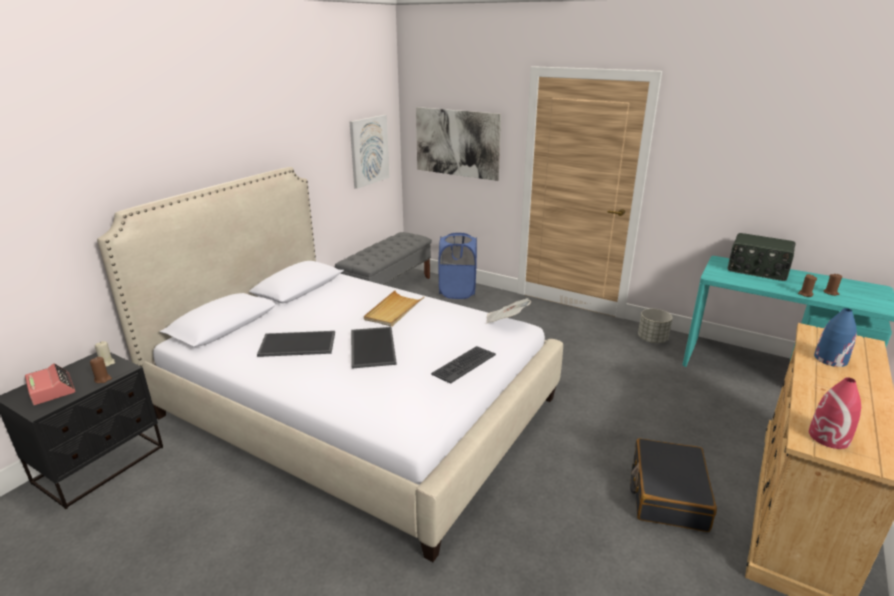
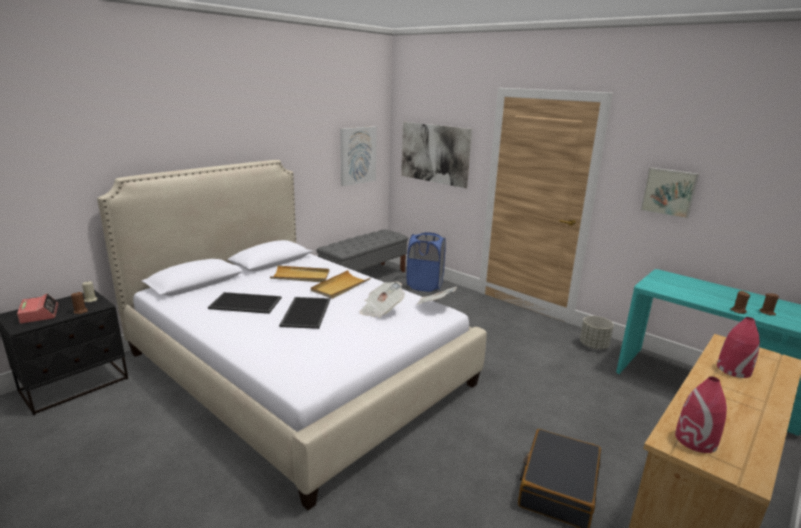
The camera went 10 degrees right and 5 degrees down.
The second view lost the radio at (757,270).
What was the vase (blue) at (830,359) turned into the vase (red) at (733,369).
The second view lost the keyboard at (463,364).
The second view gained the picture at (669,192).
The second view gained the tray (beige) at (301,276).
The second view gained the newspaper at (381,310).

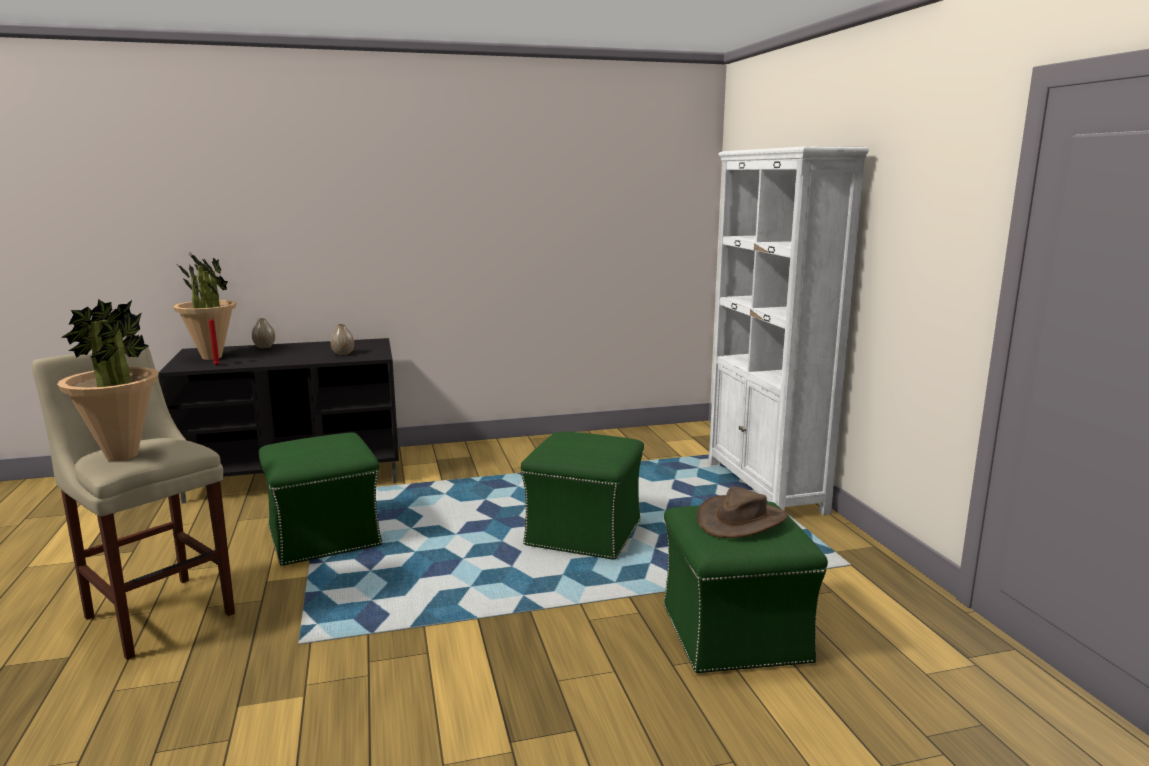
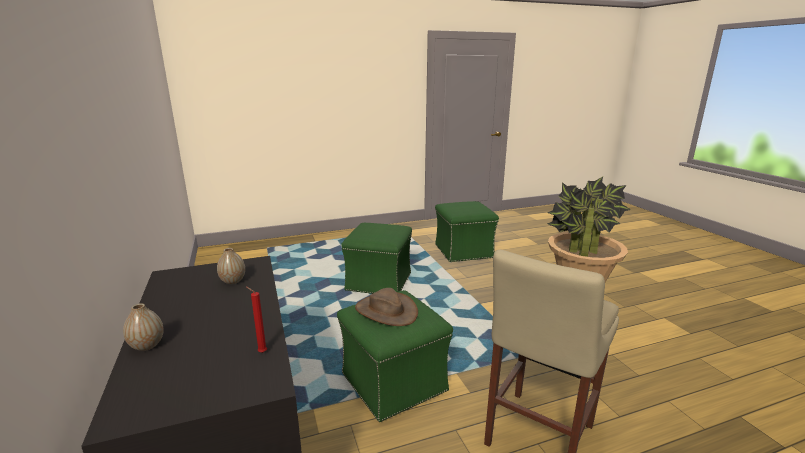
The camera went 95 degrees left and 5 degrees up.
The second view lost the bookcase (white) at (765,487).
The second view lost the potted plant at (212,357).
The hat (brown) ended up elsewhere, having gone from (741,520) to (386,311).

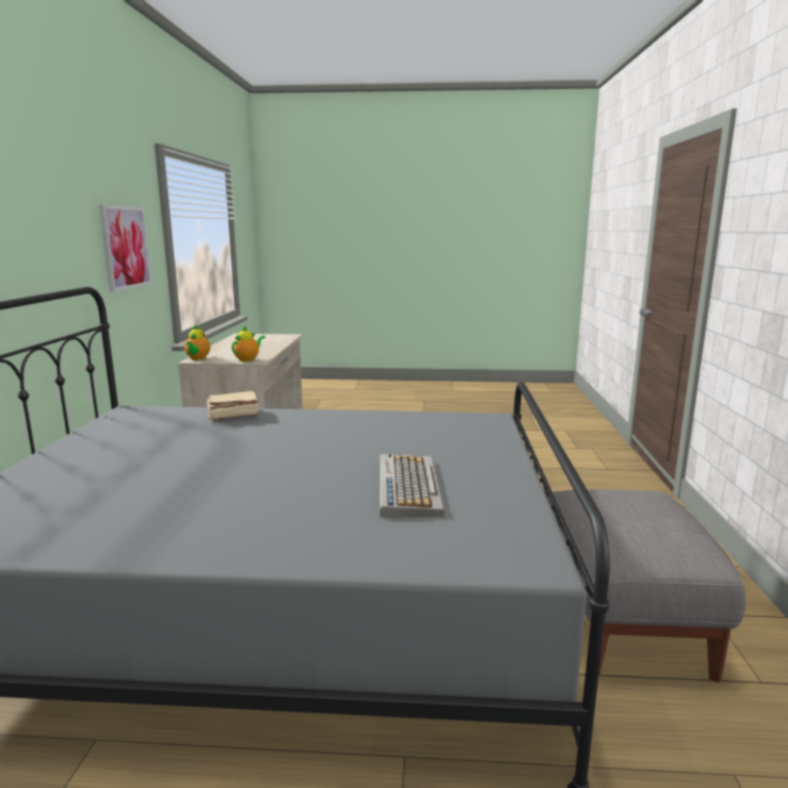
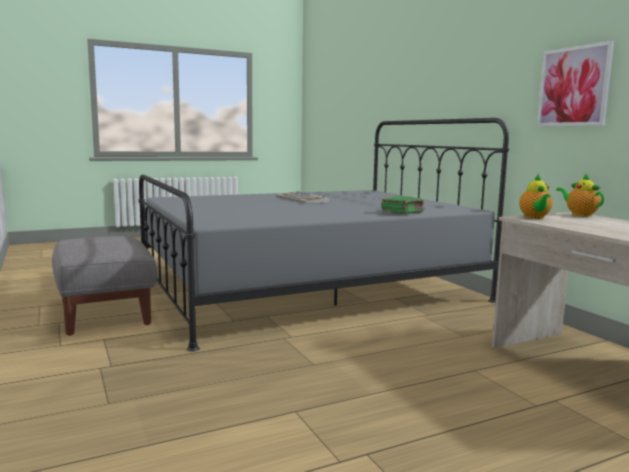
The camera went 150 degrees right and 5 degrees down.
What was the book (beige) at (232,415) turned into the book (green) at (402,212).
The keyboard ended up elsewhere, having gone from (407,486) to (302,199).

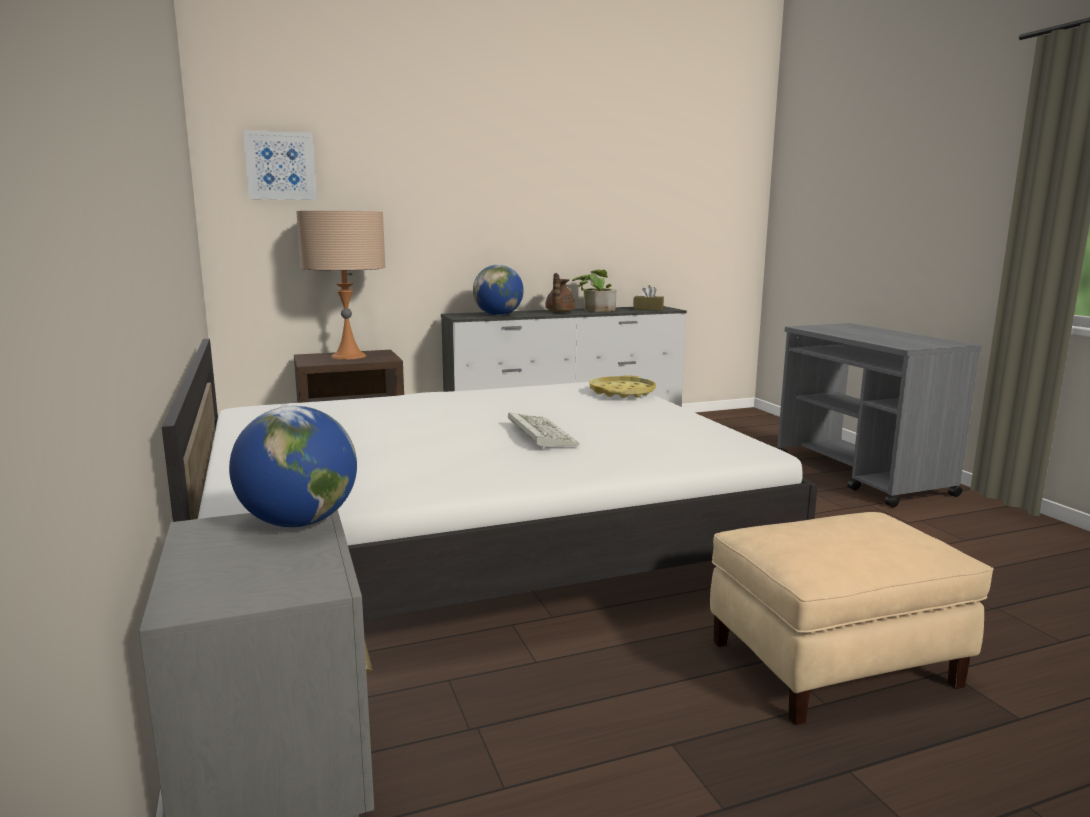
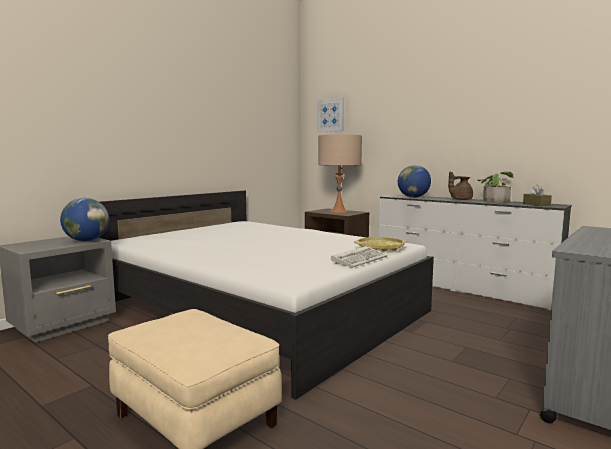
The camera went 60 degrees right and 5 degrees down.
The keyboard ended up elsewhere, having gone from (539,434) to (359,259).

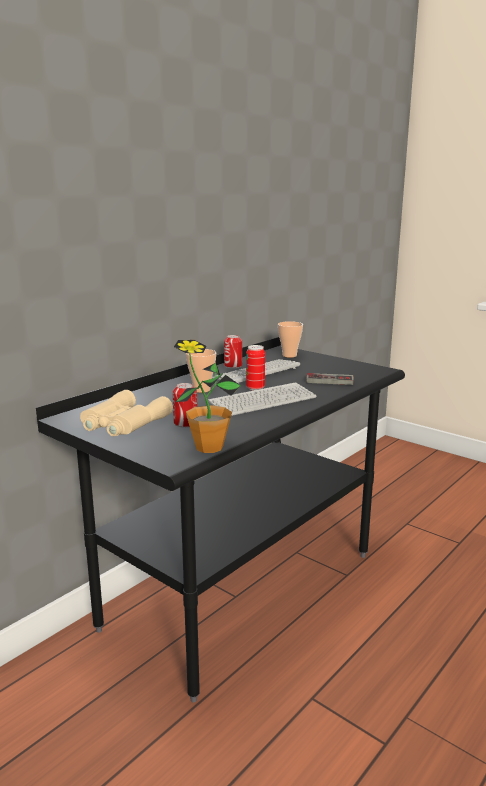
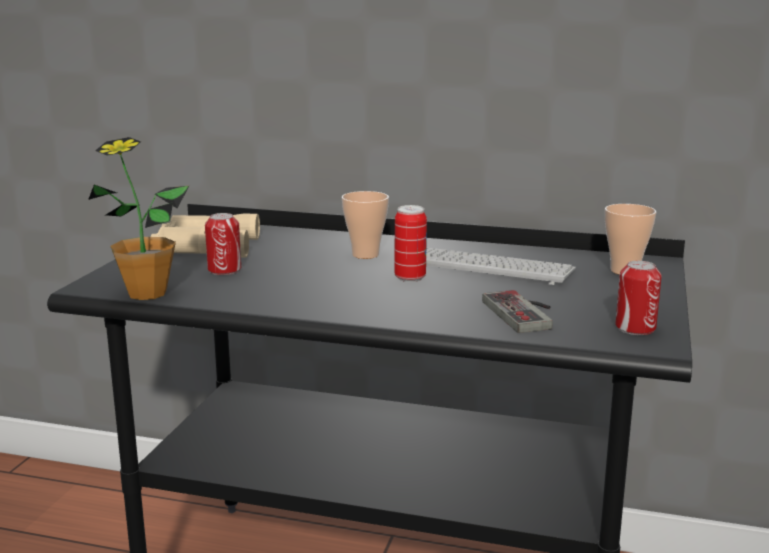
The camera went 65 degrees right and 0 degrees up.
The can ended up elsewhere, having gone from (233,366) to (635,328).
The second view lost the keyboard at (263,401).

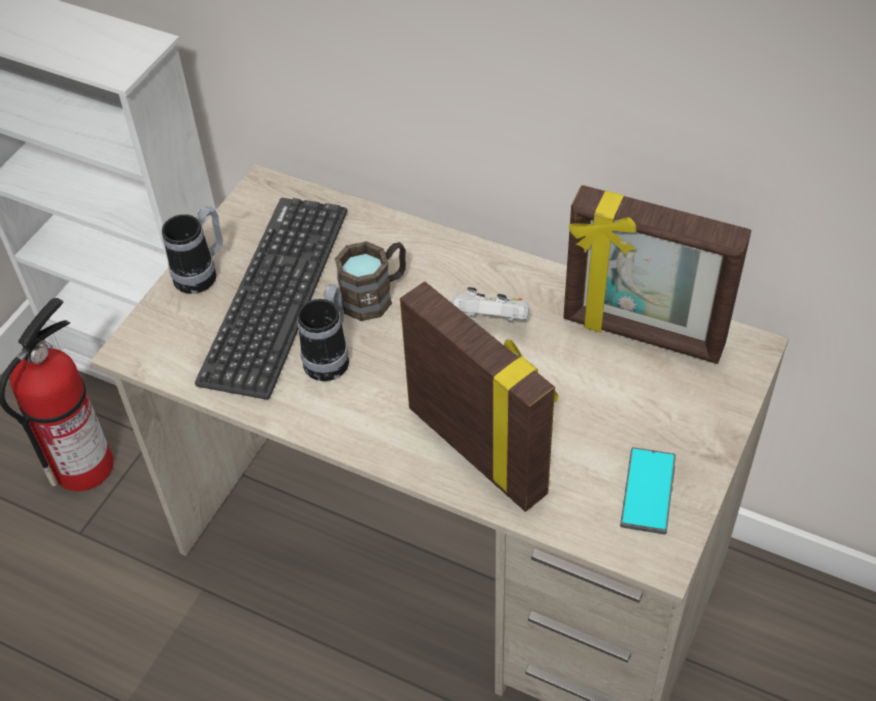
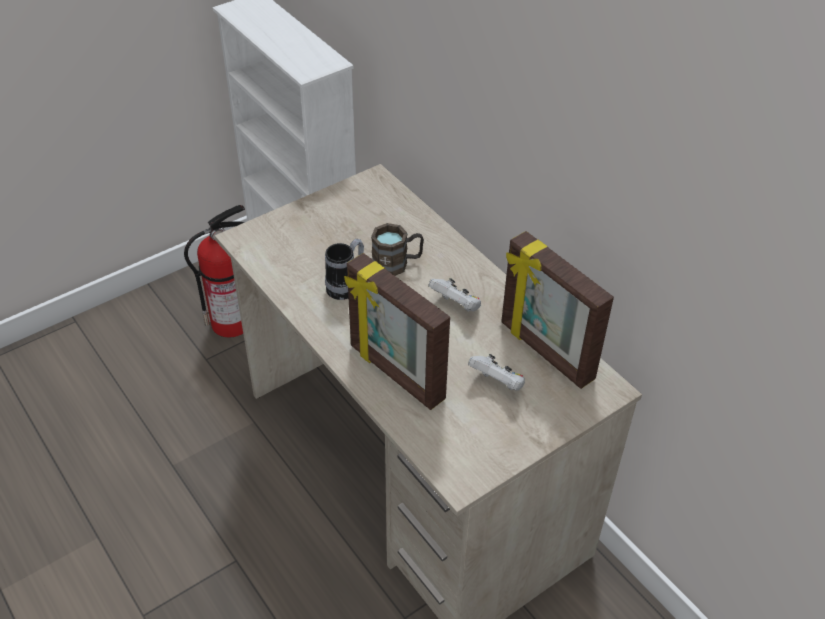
The camera went 25 degrees right and 5 degrees down.
The second view lost the keyboard at (275,294).
The second view lost the mug at (202,274).
The picture frame at (479,449) ended up facing another way, 150 degrees clockwise from before.
The second view lost the phone at (648,491).
The second view gained the game controller (white) at (497,383).

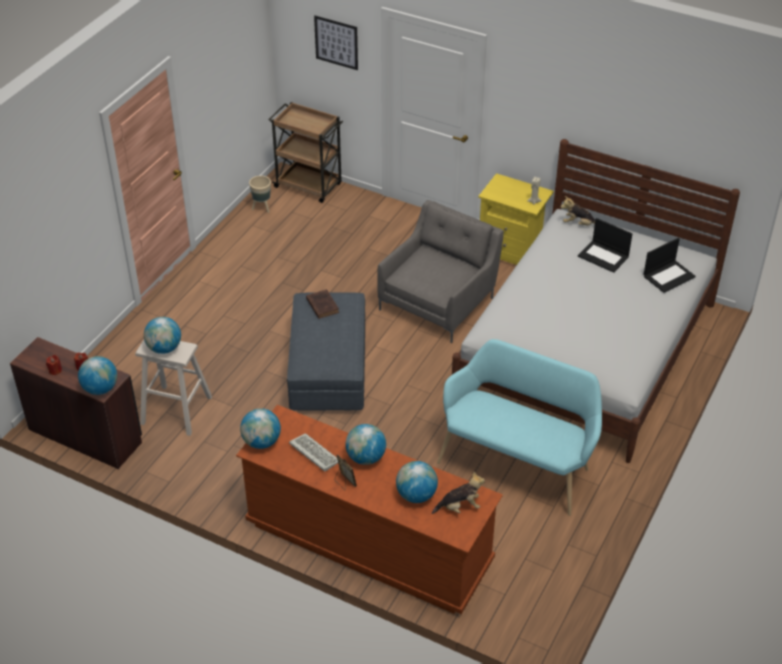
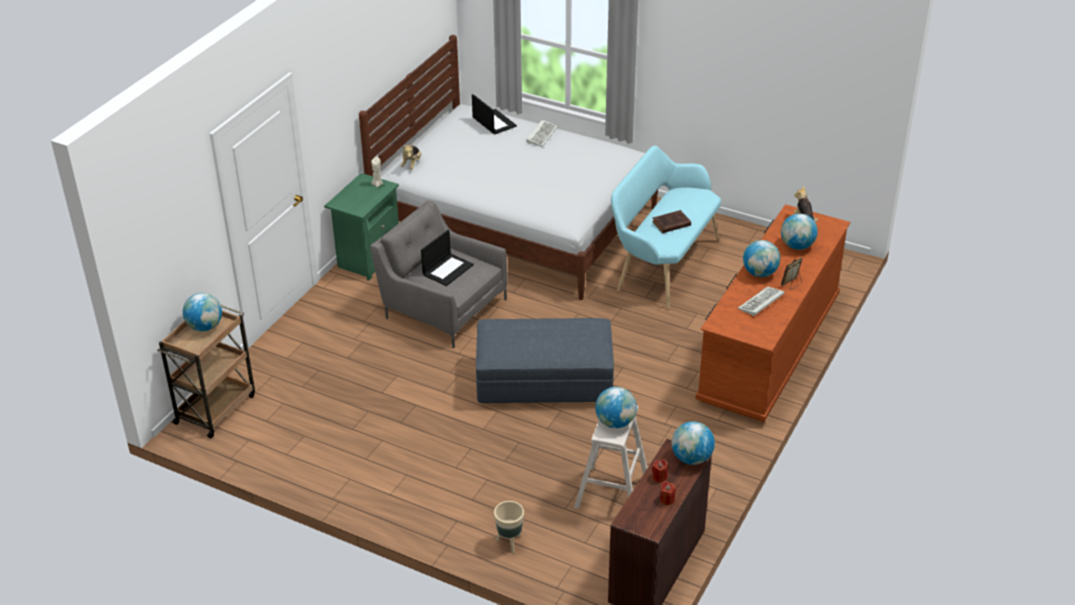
The camera went 90 degrees left and 5 degrees down.
The second view lost the picture at (336,42).
What was the nightstand (yellow) at (512,252) turned into the nightstand (green) at (368,258).
The planter (beige) ended up elsewhere, having gone from (262,208) to (509,543).
The laptop ended up elsewhere, having gone from (604,256) to (448,269).
The book (brown) ended up elsewhere, having gone from (322,305) to (670,224).
The globe ended up elsewhere, having gone from (261,442) to (205,327).
The second view gained the keyboard at (541,134).

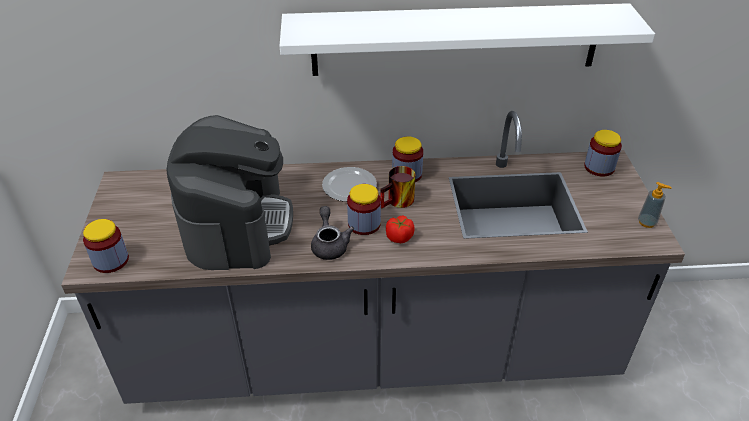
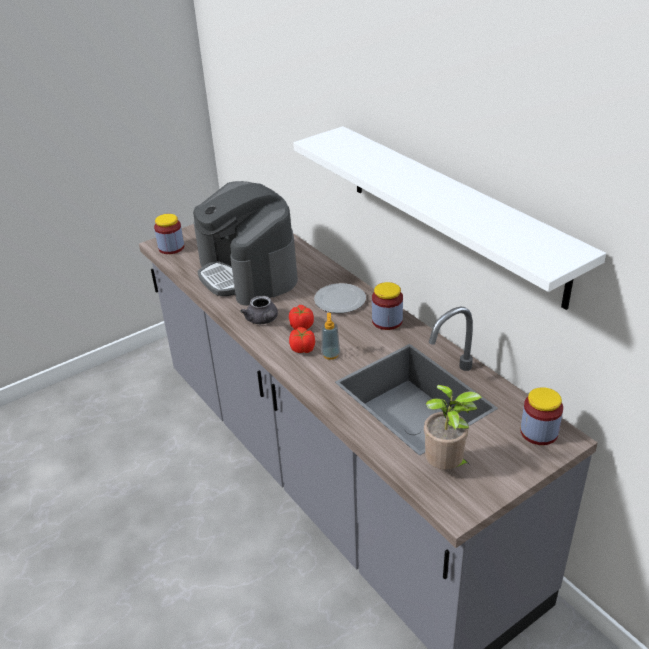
The camera went 60 degrees right and 5 degrees down.
The coffee machine at (237,223) ended up facing another way, 90 degrees clockwise from before.
The second view lost the mug at (399,202).
The soap dispenser ended up elsewhere, having gone from (647,222) to (330,355).
Where the jar stood at (364,224), the tomato came to stand at (301,326).
The teapot (grey) at (329,244) ended up facing another way, 105 degrees clockwise from before.
The second view gained the potted plant at (446,467).

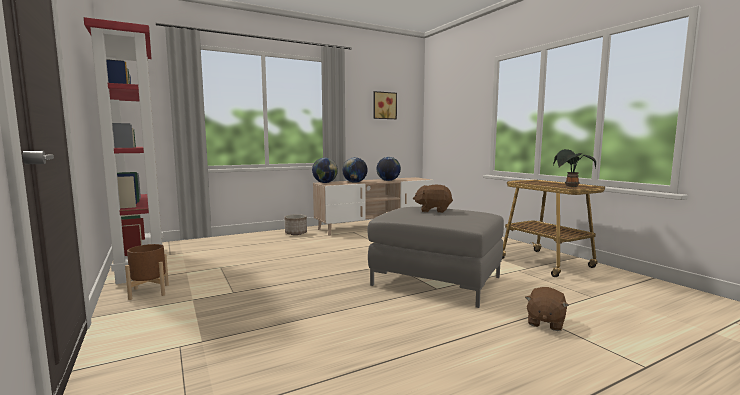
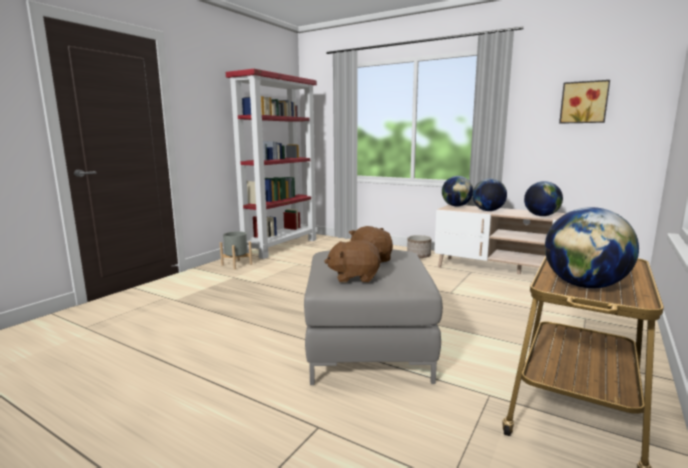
The camera went 60 degrees right and 5 degrees up.
Where the potted plant stood at (571,187), the globe came to stand at (584,285).
What was the planter (brown) at (149,292) turned into the planter (grey) at (236,264).
The plush toy (brown) ended up elsewhere, having gone from (545,322) to (354,277).

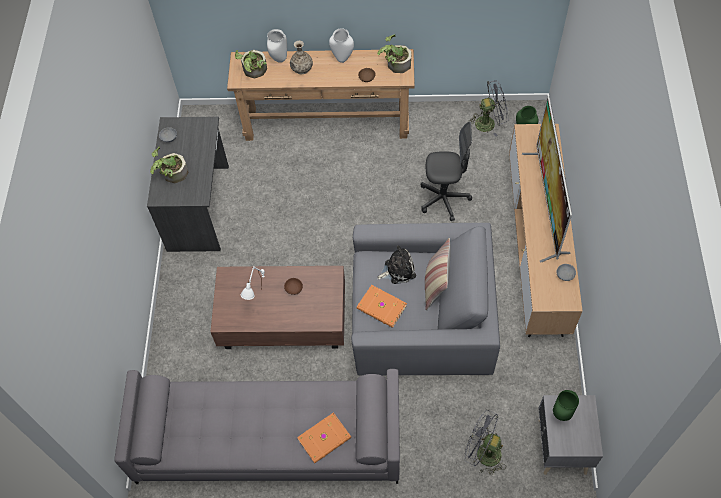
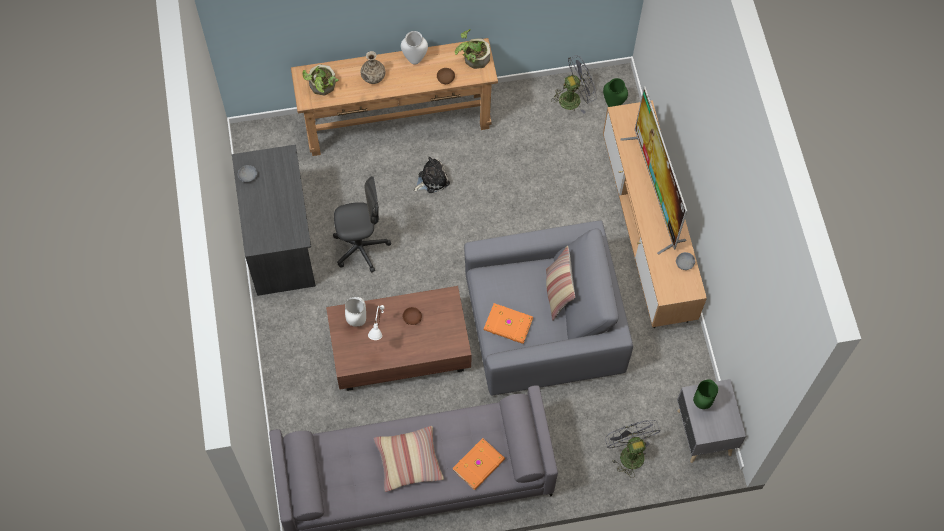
The camera went 15 degrees left and 5 degrees up.
The vase (white) ended up elsewhere, having gone from (279,59) to (357,321).
The office chair (grey) ended up elsewhere, having gone from (444,199) to (361,248).
The second view lost the potted plant at (172,174).
The plush toy ended up elsewhere, having gone from (398,270) to (431,179).
The fan (grey) at (483,453) ended up facing another way, 60 degrees clockwise from before.
The second view gained the pillow at (408,461).

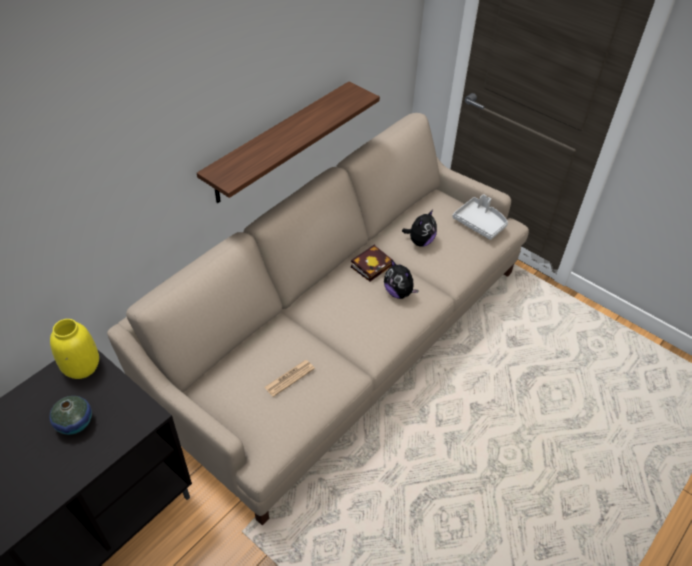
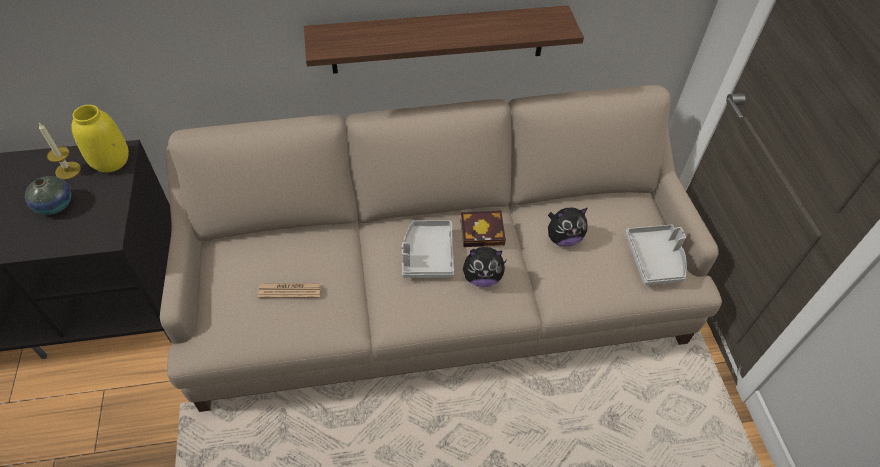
The camera went 40 degrees right and 5 degrees up.
The plush toy at (399,292) ended up facing another way, 90 degrees counterclockwise from before.
The second view gained the candle at (68,170).
The second view gained the tray (grey) at (427,255).

